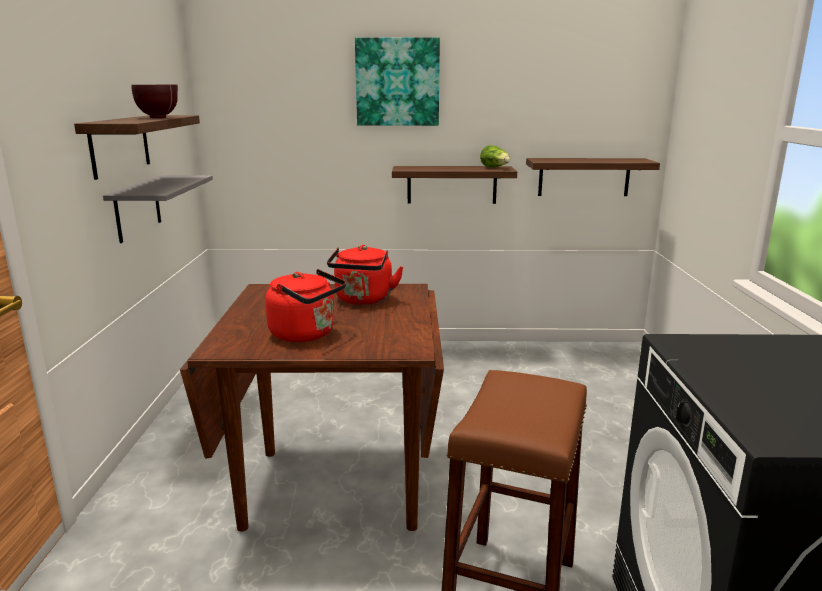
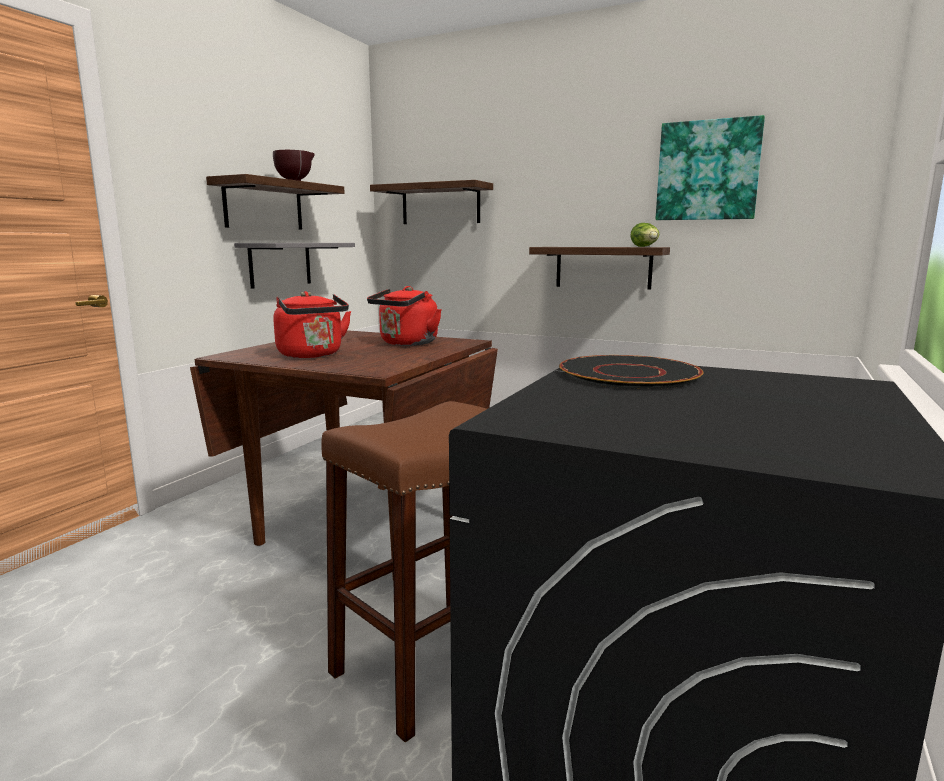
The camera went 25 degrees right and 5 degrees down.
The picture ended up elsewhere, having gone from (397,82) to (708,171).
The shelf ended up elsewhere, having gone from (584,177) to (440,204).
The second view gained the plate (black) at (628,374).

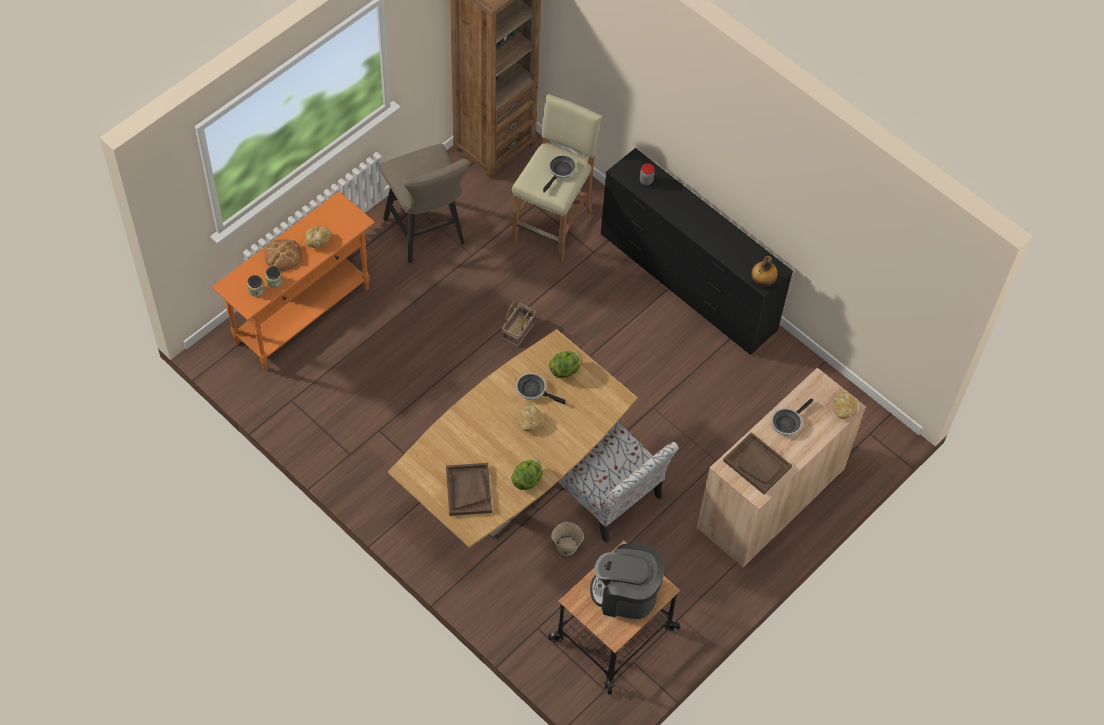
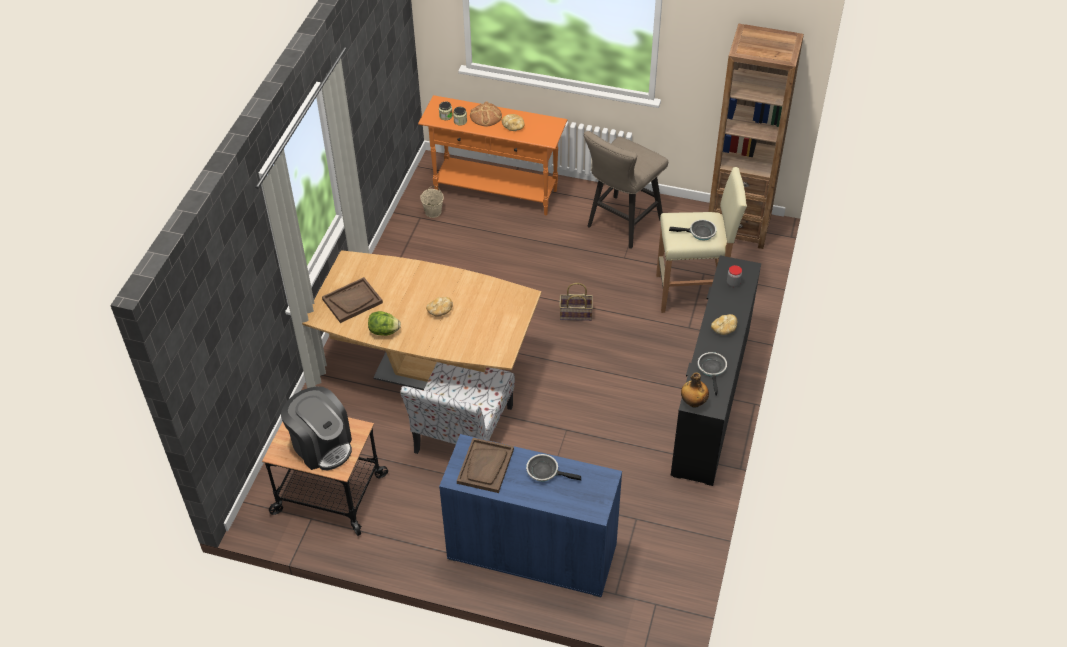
The camera went 65 degrees right and 10 degrees down.
The second view lost the lettuce at (565,370).
What was the cabinet (beige) at (770,498) turned into the cabinet (blue) at (532,552).
The frying pan ended up elsewhere, having gone from (533,390) to (712,370).
The bread ended up elsewhere, having gone from (843,409) to (724,329).
The bucket (beige) ended up elsewhere, having gone from (566,546) to (433,211).
The coffee machine at (625,594) ended up facing another way, 150 degrees clockwise from before.

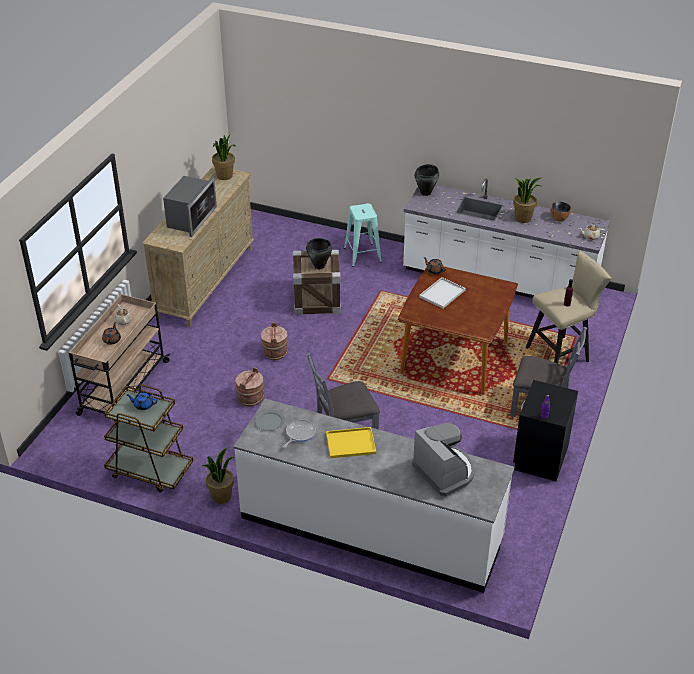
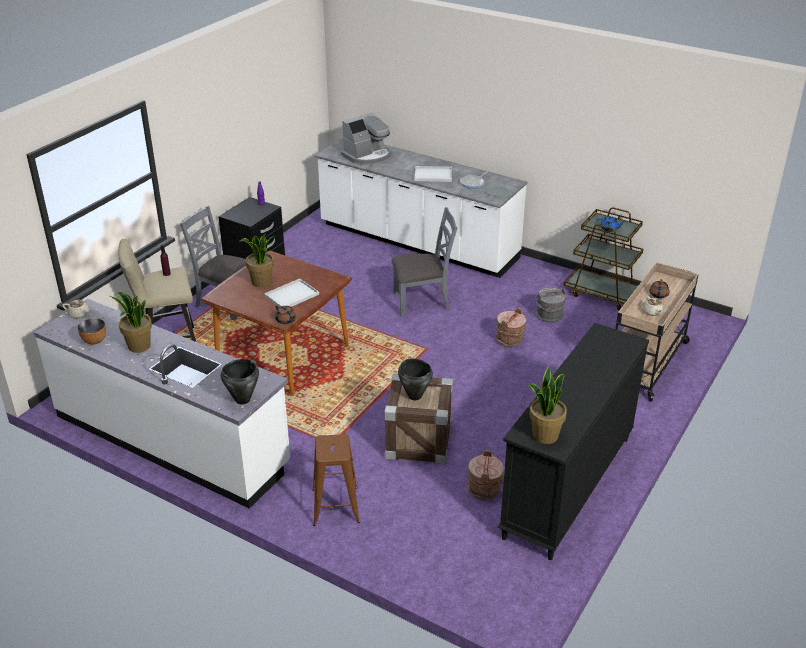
The camera went 170 degrees left and 5 degrees down.
What was the dresser (beige) at (206,282) turned into the dresser (black) at (567,487).
The second view lost the microwave at (191,218).
What was the stool (turquoise) at (362,255) turned into the stool (brown) at (335,506).
The bucket (brown) ended up elsewhere, having gone from (275,352) to (484,489).
The coffee machine at (445,472) ended up facing another way, 105 degrees counterclockwise from before.
What was the tray (yellow) at (350,444) turned into the tray (white) at (434,174).
The potted plant ended up elsewhere, having gone from (221,496) to (261,282).
The second view gained the bucket (grey) at (549,316).

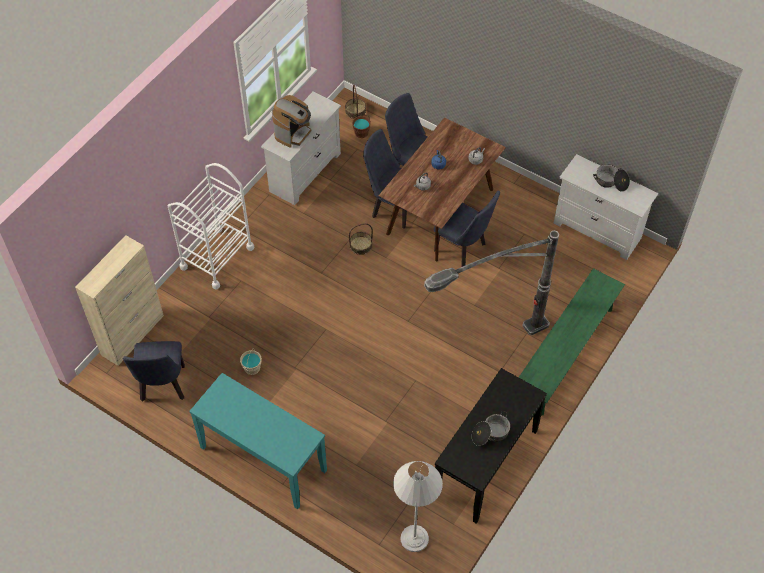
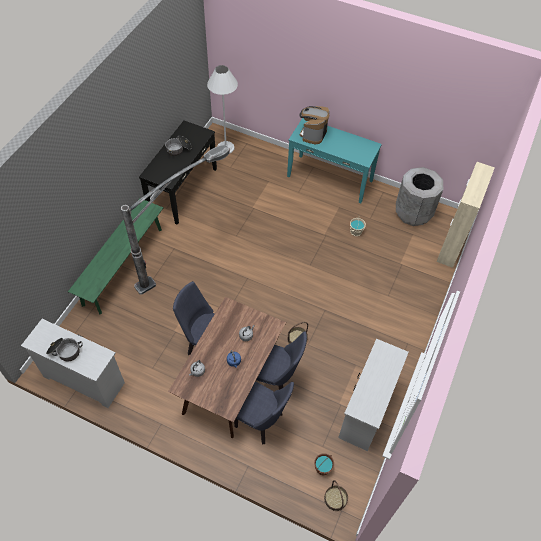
The camera went 170 degrees right and 0 degrees up.
The coffee machine ended up elsewhere, having gone from (293,133) to (313,134).
The second view lost the cart (white) at (217,257).
Where the chair (blue) stood at (163,387), the trash can (grey) came to stand at (413,213).

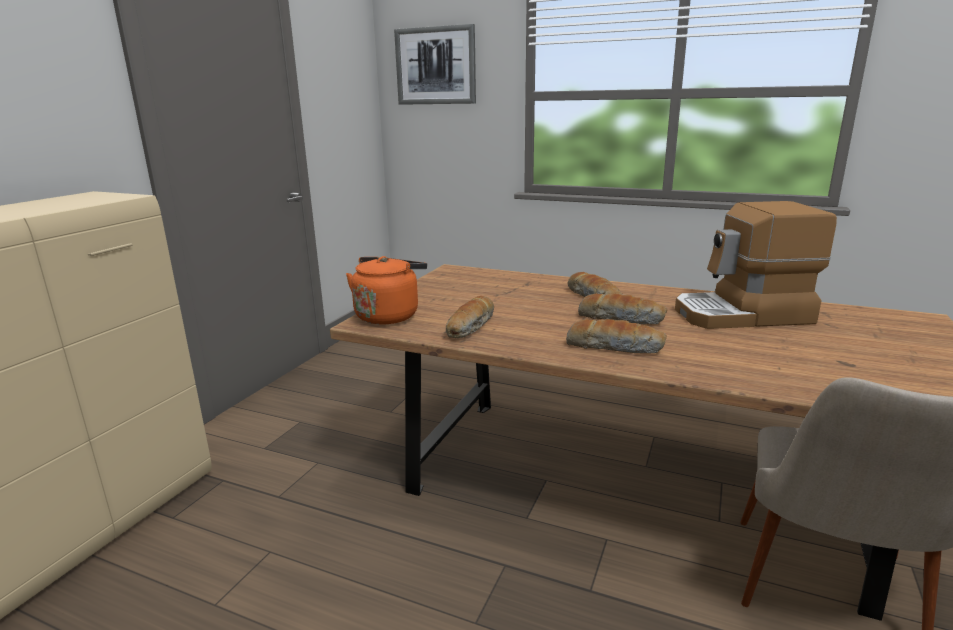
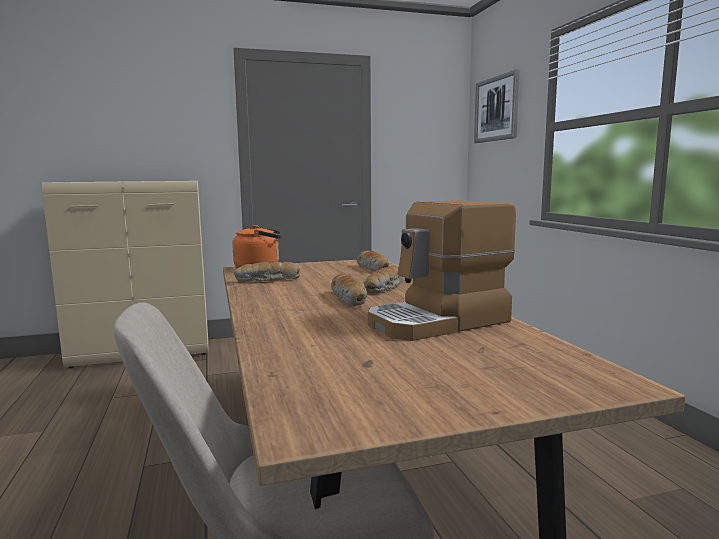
The camera went 50 degrees right and 10 degrees down.
The coffee machine at (743,315) ended up facing another way, 75 degrees counterclockwise from before.
The bread ended up elsewhere, having gone from (614,347) to (373,268).

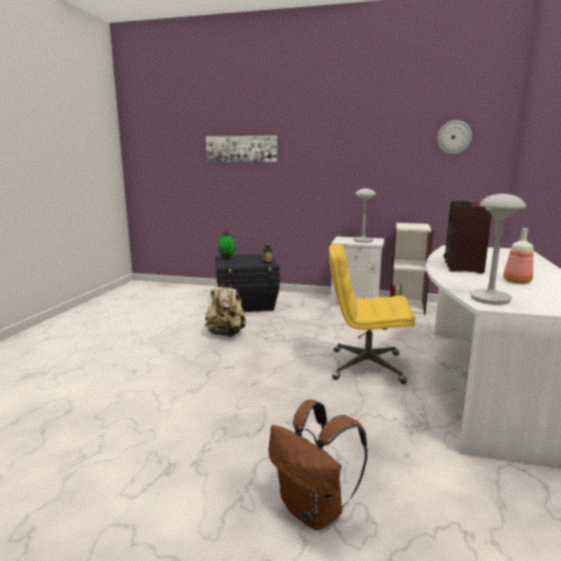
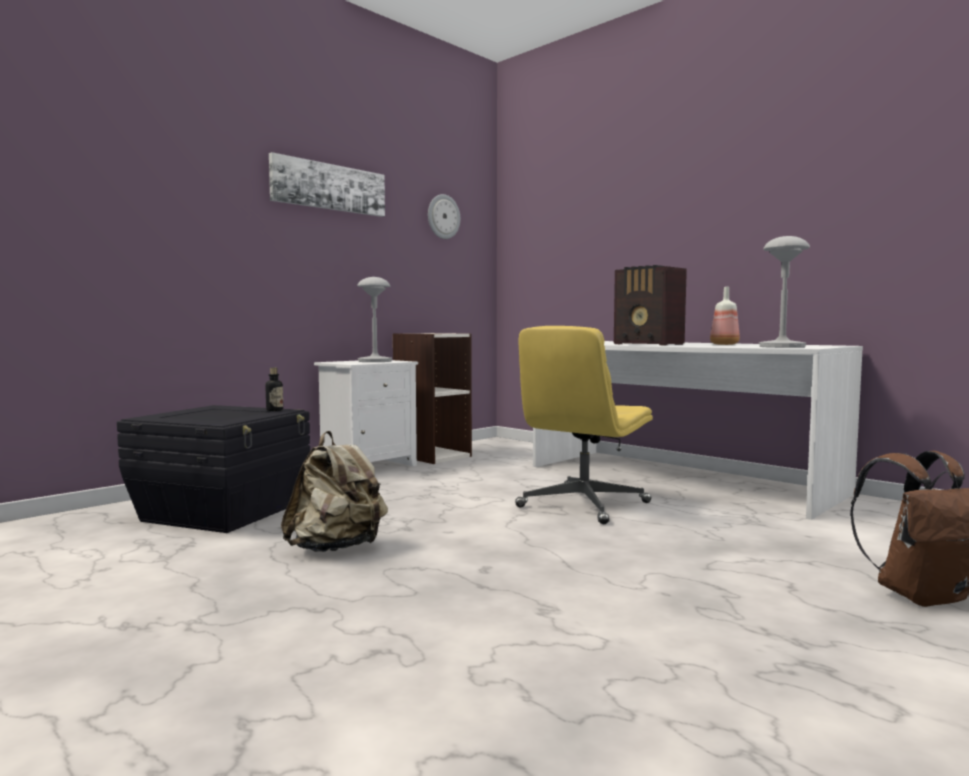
The camera went 60 degrees left and 10 degrees down.
The picture ended up elsewhere, having gone from (241,148) to (329,187).
The second view lost the potted plant at (227,259).

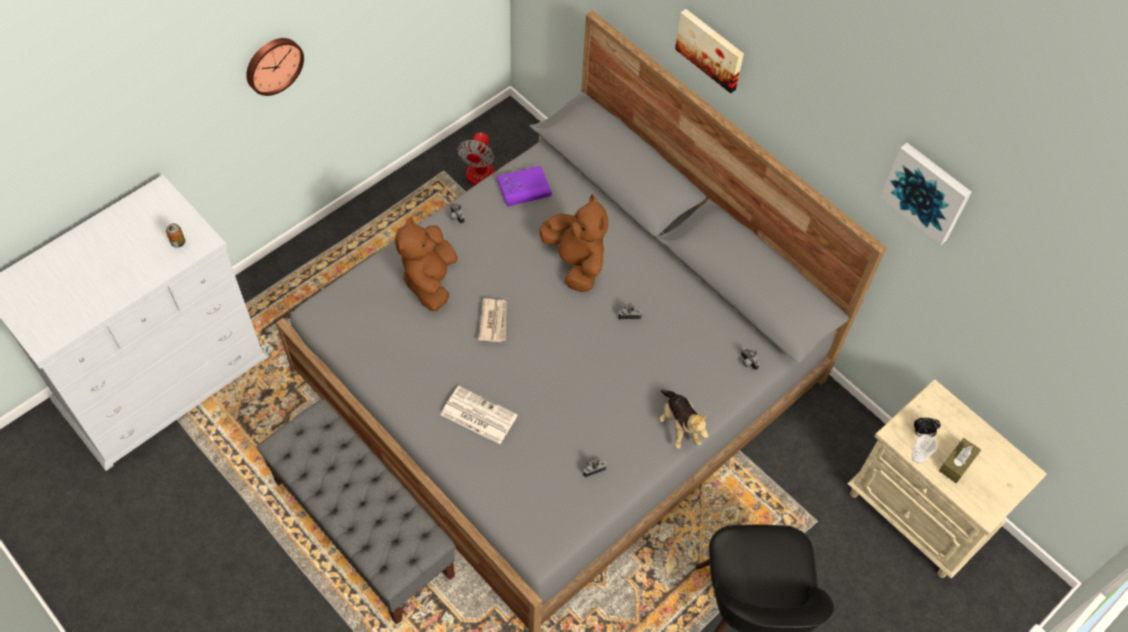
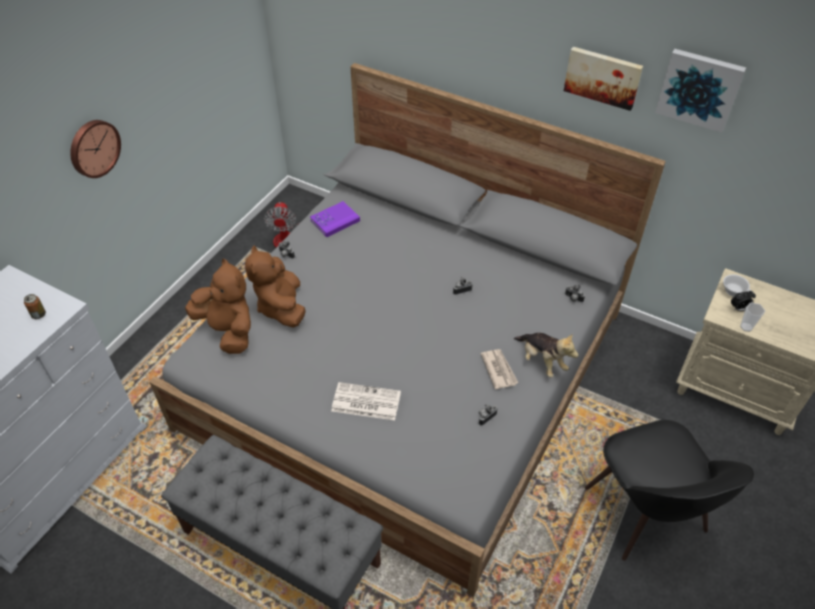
The camera went 15 degrees left and 10 degrees down.
The picture ended up elsewhere, having gone from (711,49) to (603,77).
The plush toy (brown) ended up elsewhere, having gone from (575,262) to (228,330).
The newspaper ended up elsewhere, having gone from (494,321) to (498,369).
The second view lost the tissue box (brown) at (957,464).
The second view gained the cup (white) at (734,291).

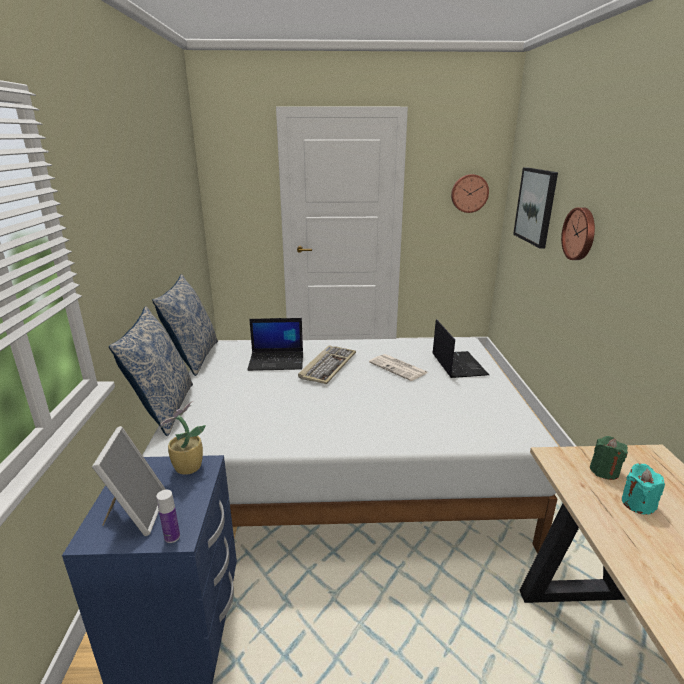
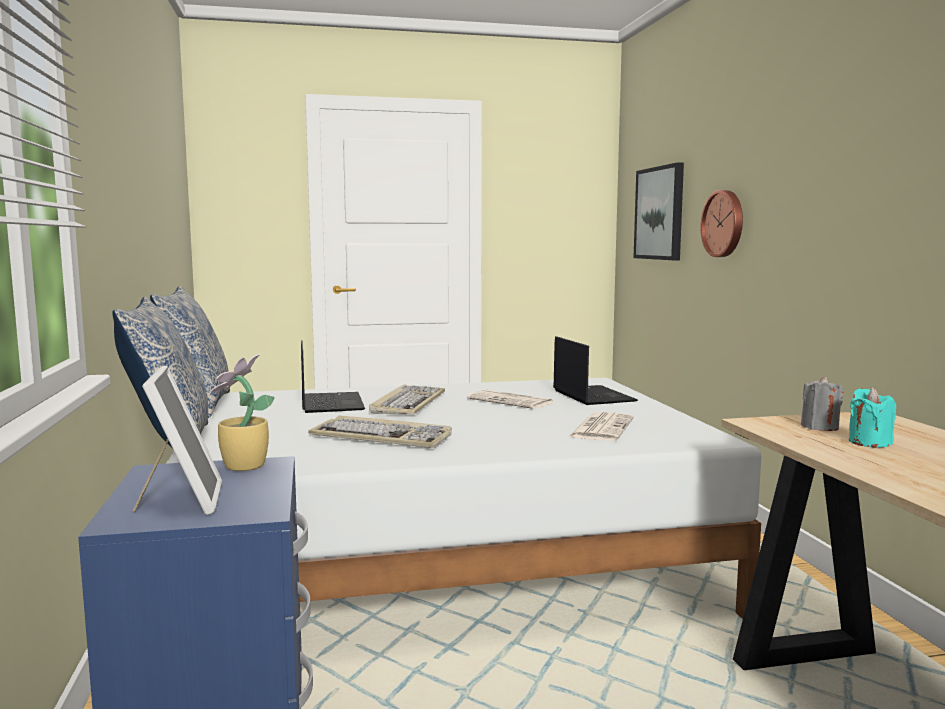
The camera went 10 degrees left and 15 degrees down.
The second view lost the wall clock at (469,193).
The laptop at (277,361) ended up facing another way, 90 degrees counterclockwise from before.
What was the candle (green) at (604,471) turned into the candle (grey) at (819,427).
The second view lost the bottle at (172,537).
The second view gained the newspaper at (601,428).
The second view gained the keyboard at (383,437).

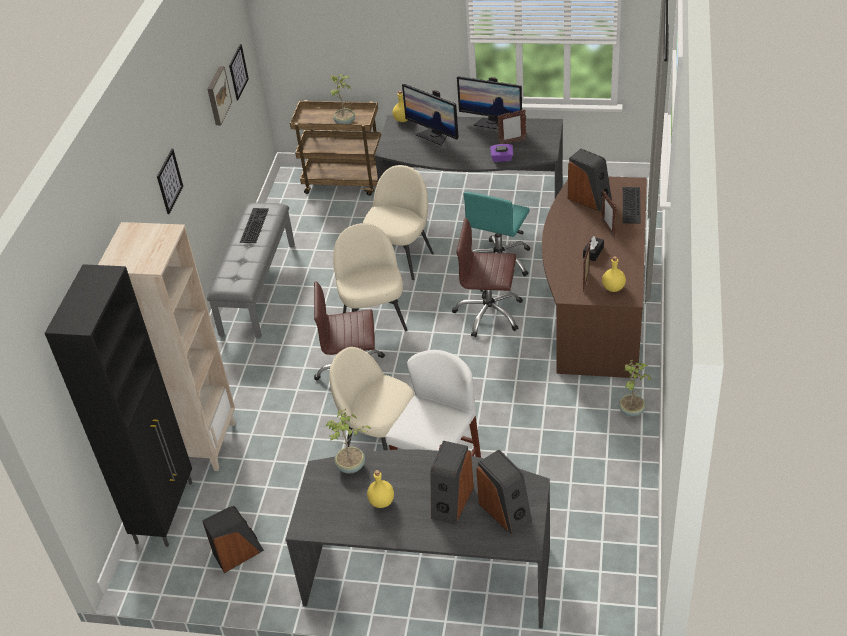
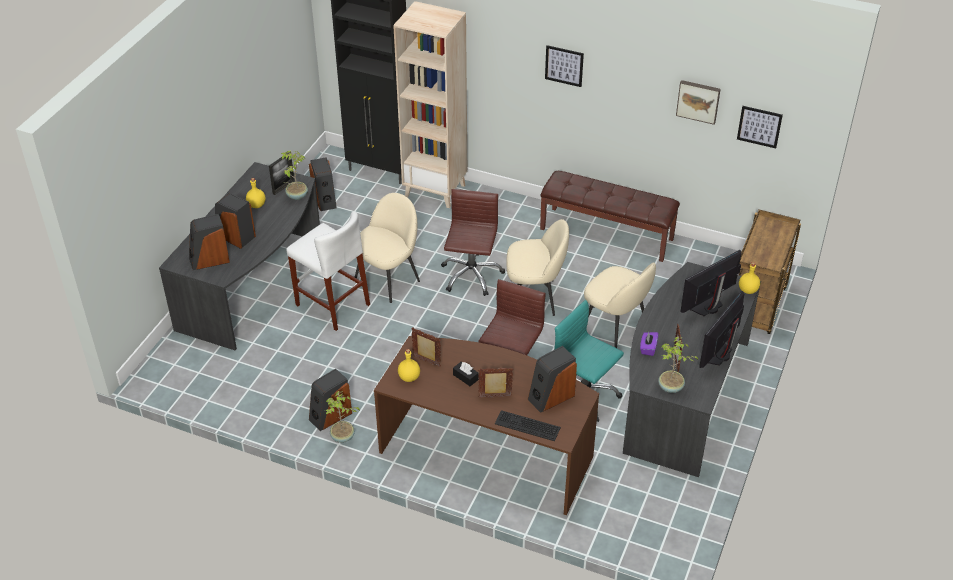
The camera went 100 degrees right and 0 degrees up.
The potted plant ended up elsewhere, having gone from (345,122) to (670,388).
What was the bench (grey) at (257,288) turned into the bench (brown) at (607,233).
The second view lost the keyboard at (253,225).
The second view gained the picture frame at (283,187).
The second view gained the speaker at (330,416).

